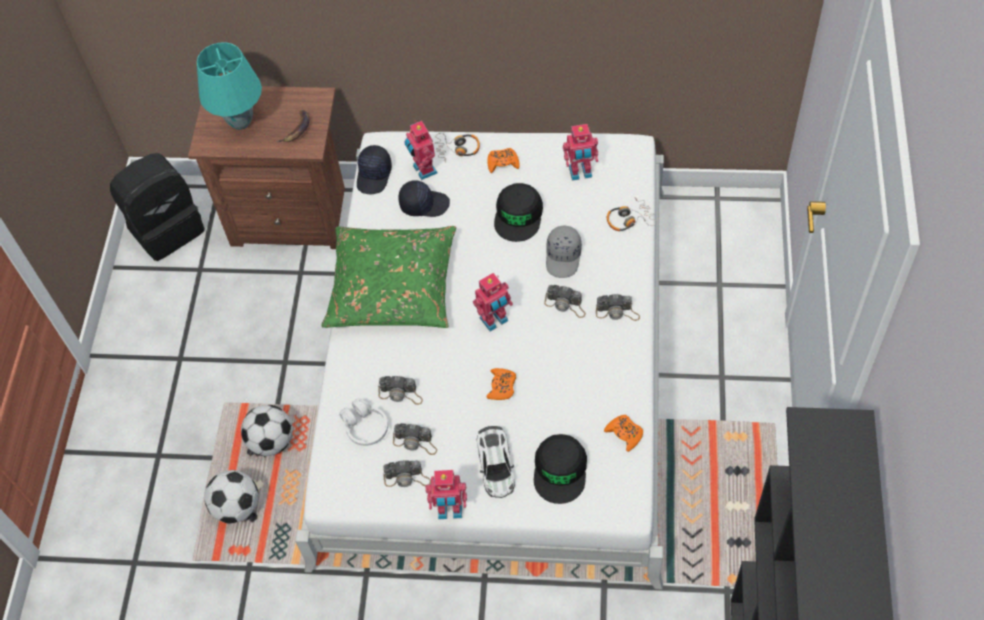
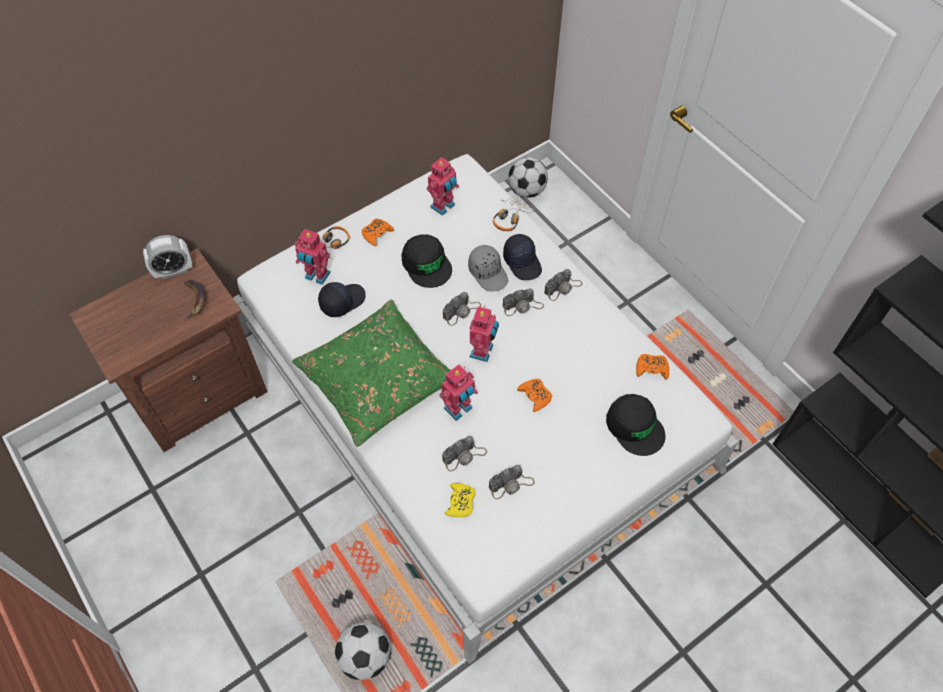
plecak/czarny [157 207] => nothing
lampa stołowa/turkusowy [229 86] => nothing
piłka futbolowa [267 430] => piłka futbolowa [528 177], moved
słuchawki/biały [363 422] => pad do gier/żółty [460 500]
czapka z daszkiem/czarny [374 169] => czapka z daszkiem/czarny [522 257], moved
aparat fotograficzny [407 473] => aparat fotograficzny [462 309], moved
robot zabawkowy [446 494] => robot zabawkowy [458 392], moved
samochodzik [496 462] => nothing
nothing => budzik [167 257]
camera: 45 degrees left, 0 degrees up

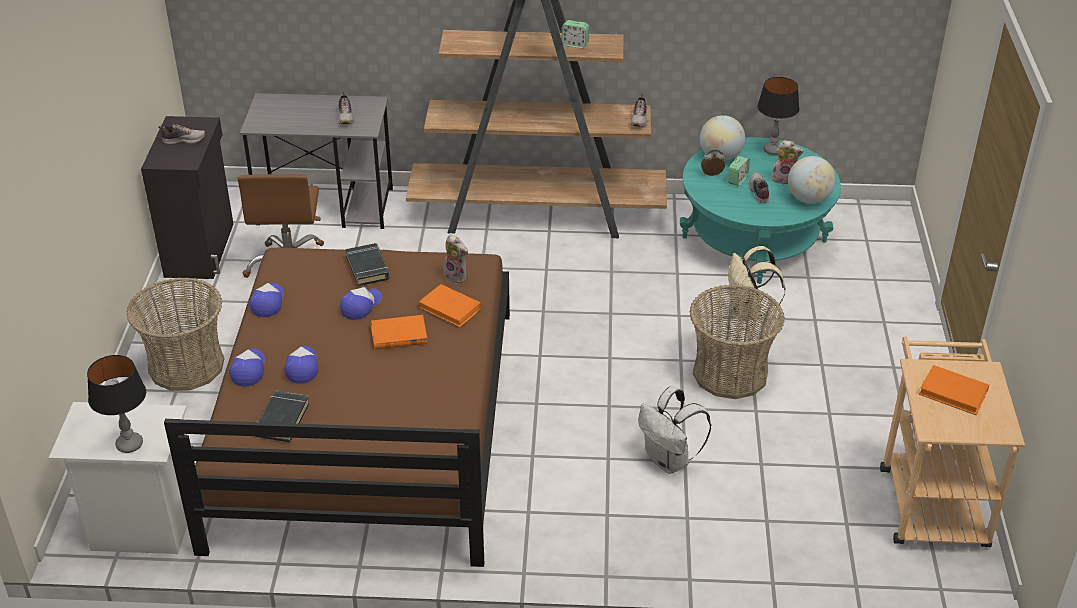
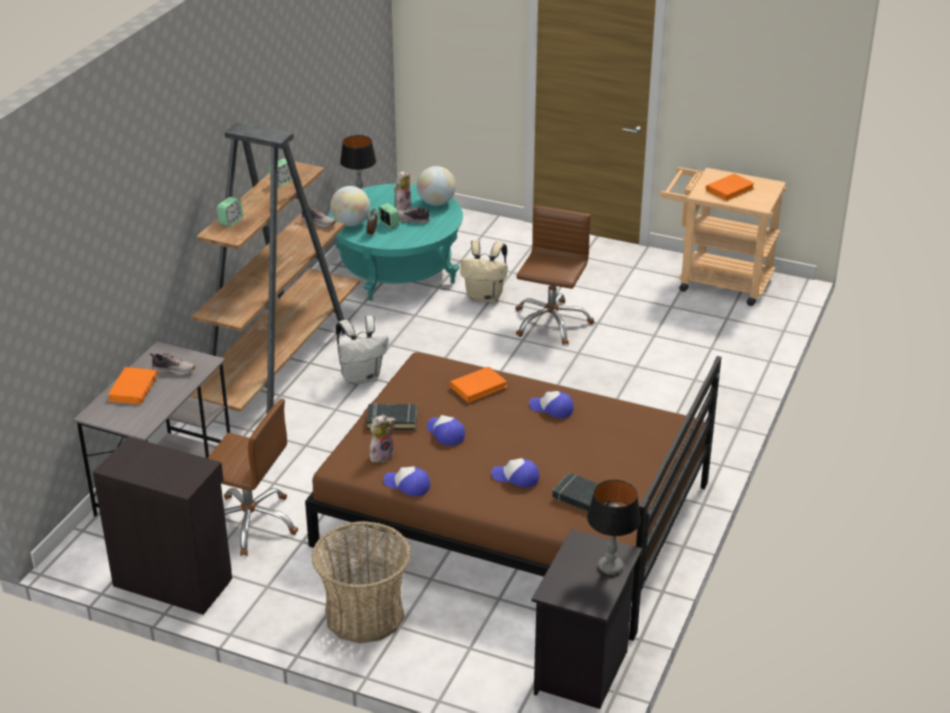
szafka nocna/biały [118 478] => szafka nocna/czarny [587 619]
but [182 134] => nothing
czapka z daszkiem [247 367] => czapka z daszkiem [551 404], moved
książka/pomarańczowy [399 332] => książka/pomarańczowy [133 385], moved
pluszak [456 259] => pluszak [383 439], moved
plecak/biały [675 430] => plecak/biały [362 350], moved
koszyk [737 342] => krzesło biurowe/brązowy [554 275]
nothing => budzik [230 212]
camera: 70 degrees left, 5 degrees down

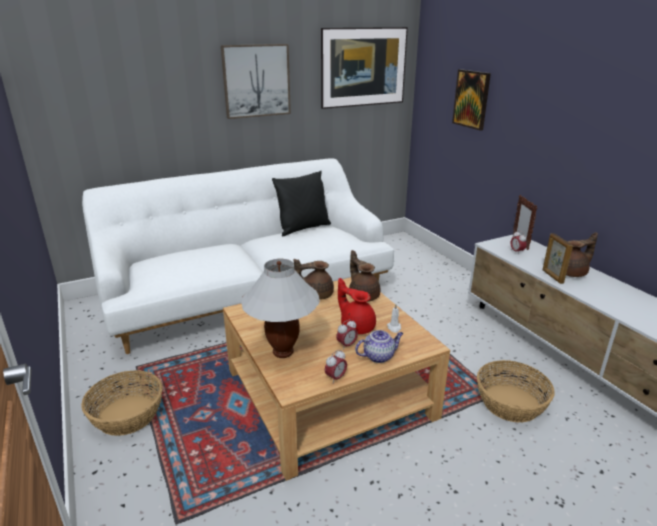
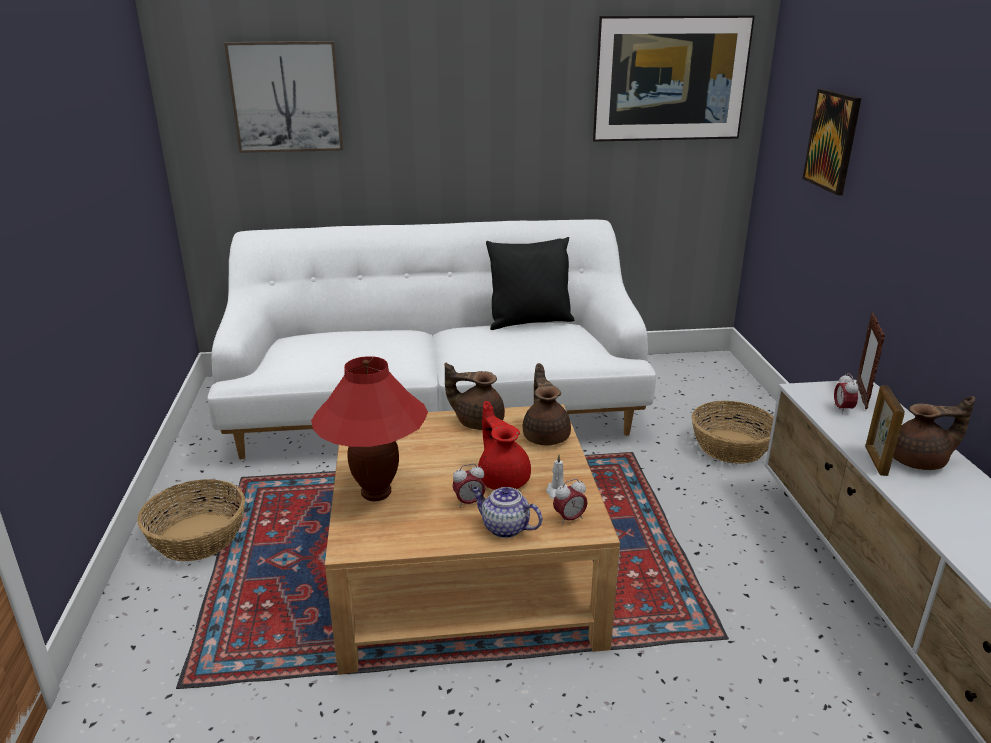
obraz [256 81] => obraz [283 97], moved
lampa stołowa/biały [281 308] => lampa stołowa/czerwony [369 428]
budzik [336 367] => budzik [570 502], moved
imbryk [379 346] => imbryk [506 512], 150 degrees counterclockwise
koszyk [516 391] => koszyk [733 432], moved
camera: 20 degrees right, 0 degrees up

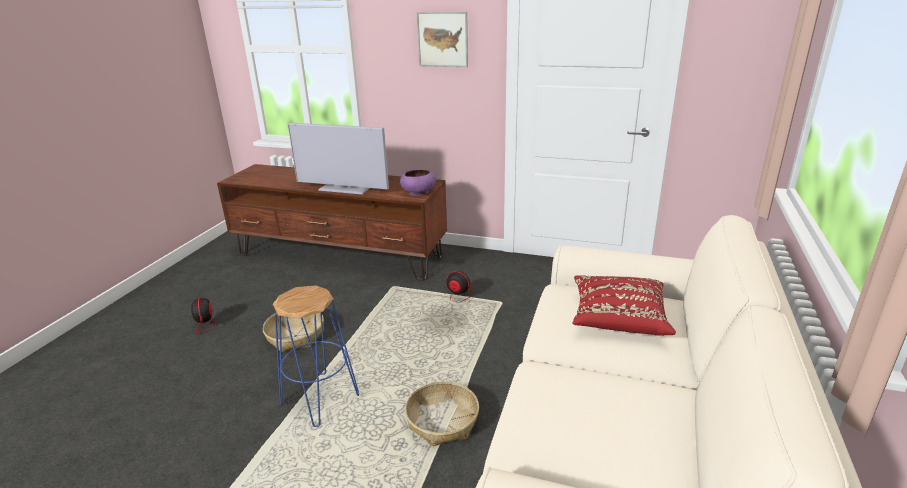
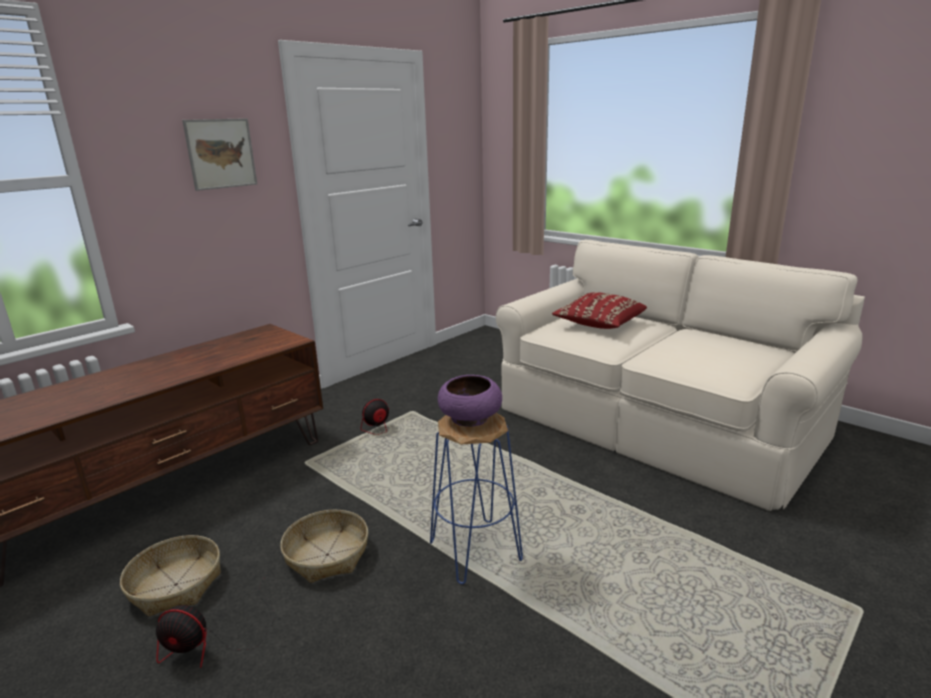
telewizor [338 158] => nothing
miska/fioletowy [418 182] => miska/fioletowy [470 401], moved
koszyk [442 413] => koszyk [170 576], moved
camera: 65 degrees left, 5 degrees down

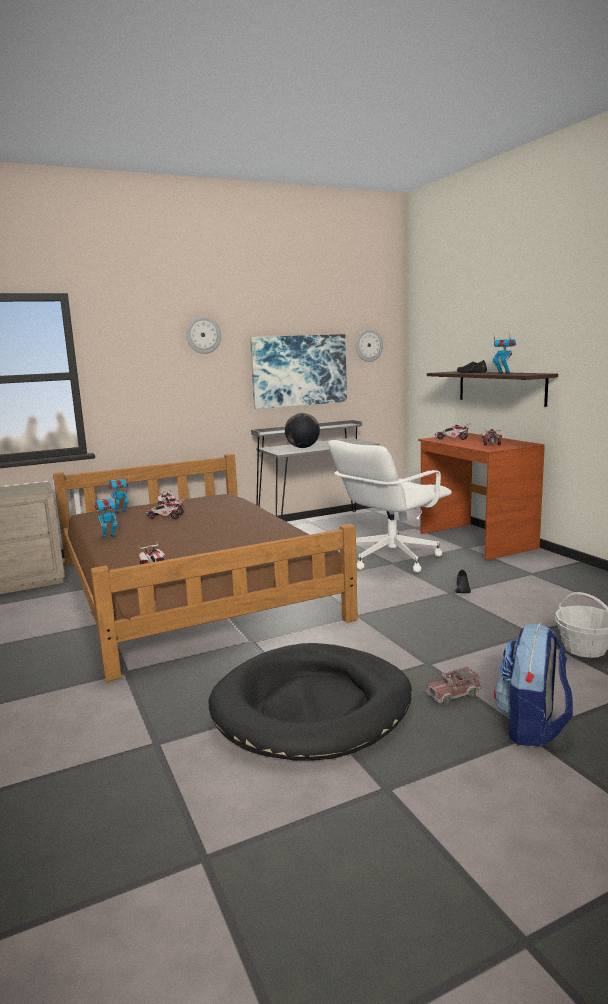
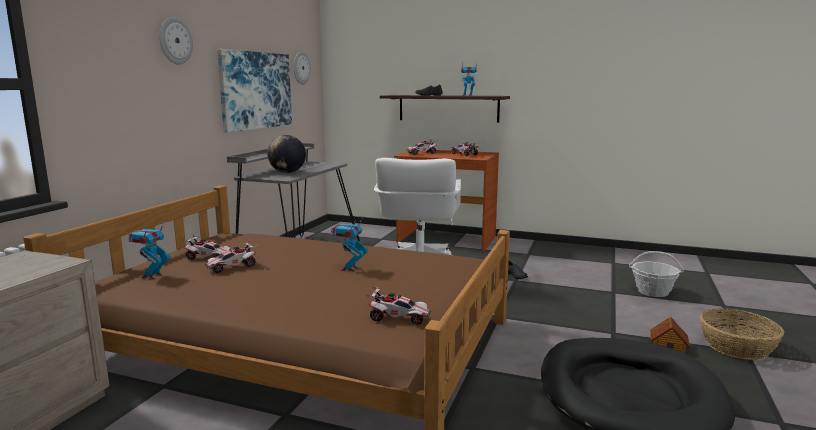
robot zabawkowy [106 517] => robot zabawkowy [349 243], moved
ciężarówka zabawkowa [454 685] => domek [670 335]
plecak [533 685] => koszyk [742 334]
camera: 45 degrees left, 0 degrees up

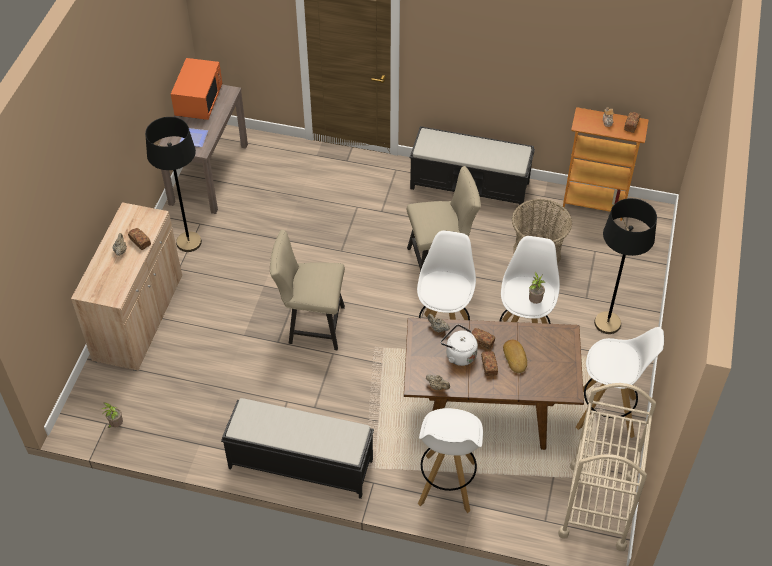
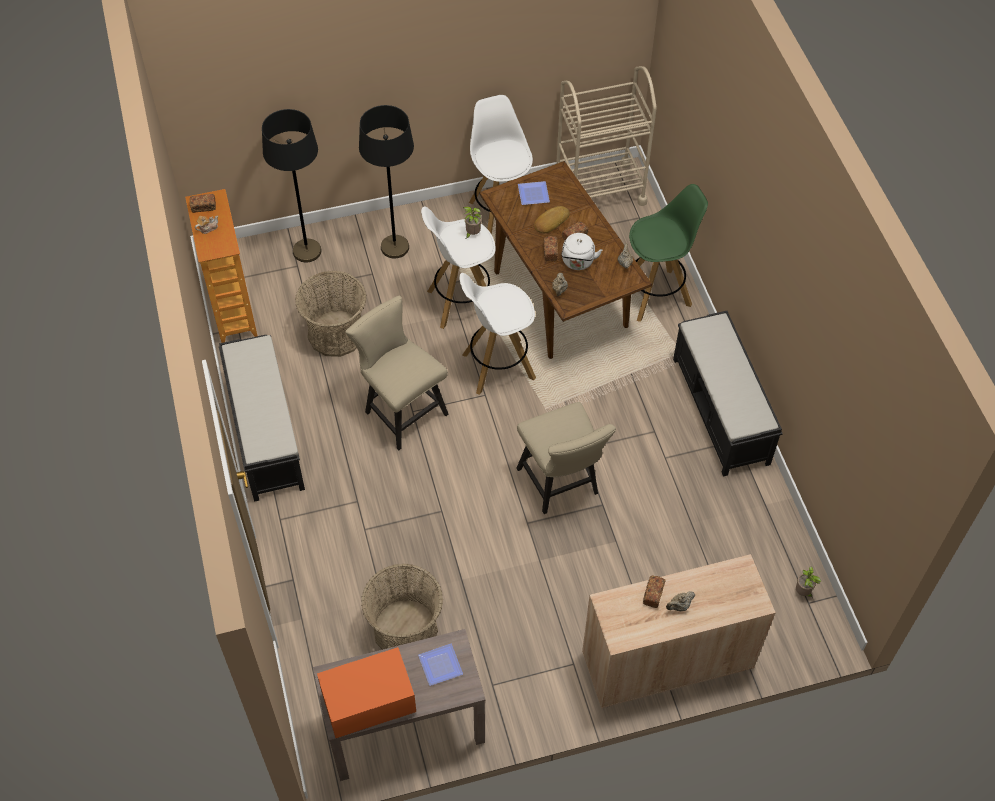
lampa stojąca/czarny [173 184] => lampa stojąca/czarny [292 186], moved
stołek/biały [450 460] => stołek/zielony [668 253]
nothing => koszyk [402 607]
nothing => talerz [534 193]
camera: 120 degrees left, 5 degrees up

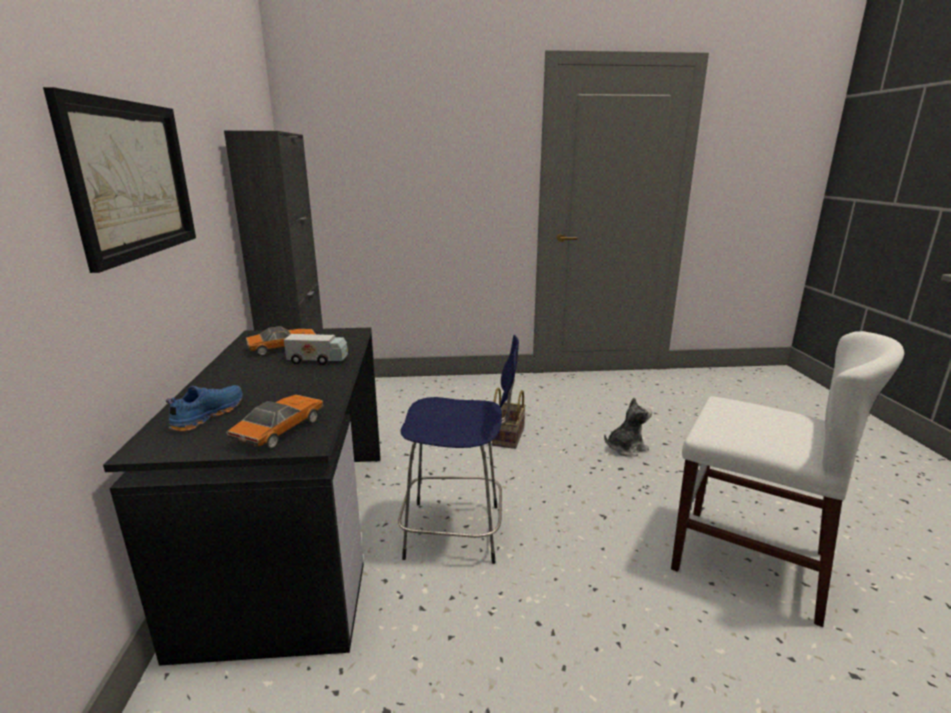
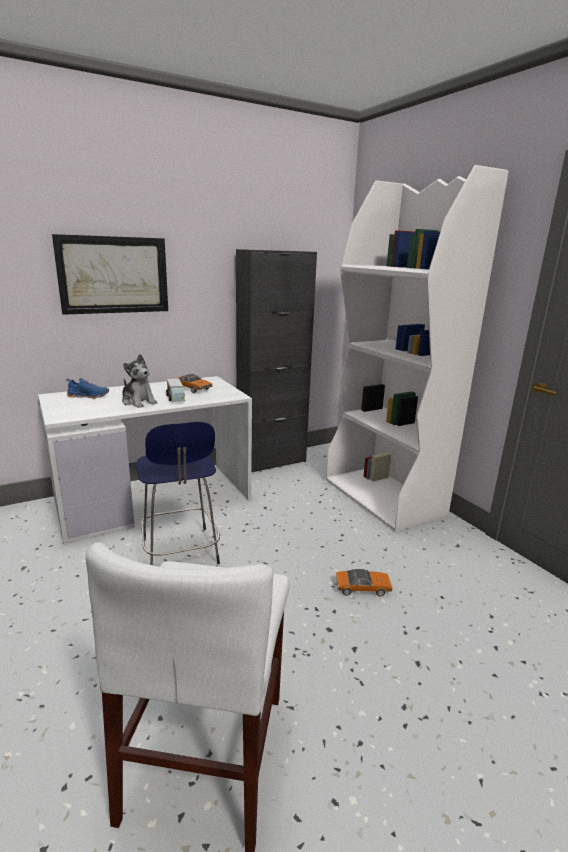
biurko/czarny [242 497] => biurko/biały [145 460]
samochodzik [275 422] => samochodzik [364 582], moved
koszyk [509 418] => nothing
pluszak [628 427] => pluszak [139 381], moved
nothing => regał/biały [417 348]
camera: 65 degrees right, 0 degrees up

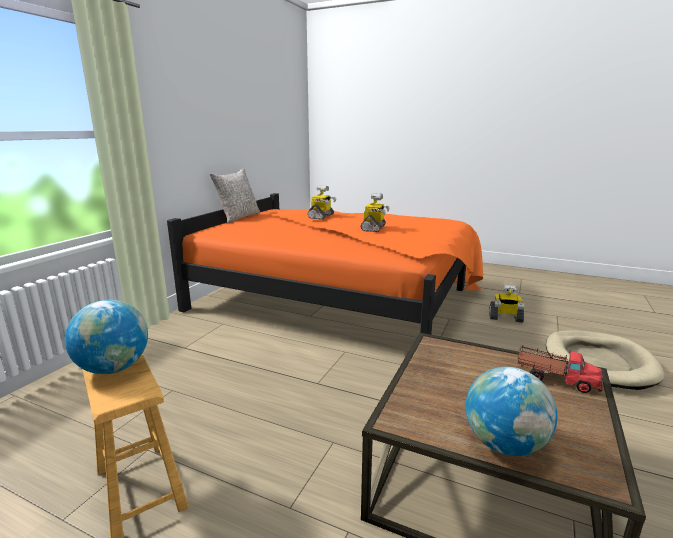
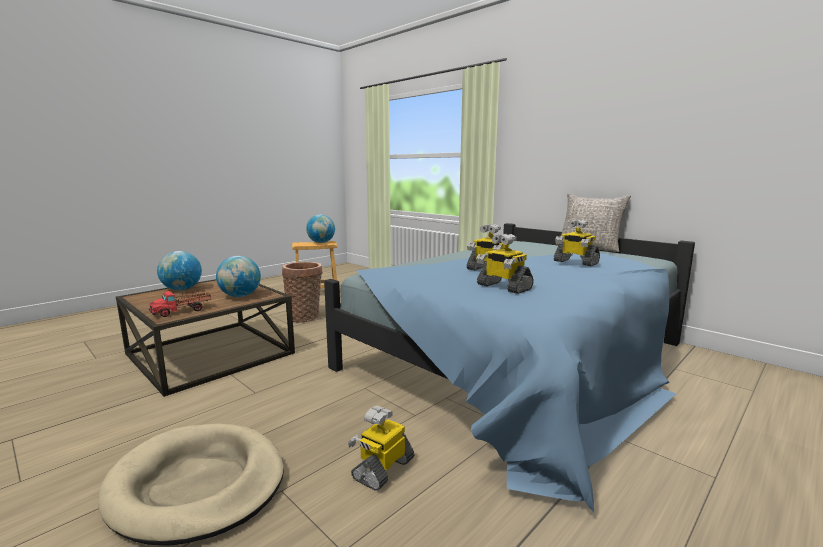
łóżko/pomarańczowy [325 264] => łóżko/niebieski [509 367]
nothing => globus [238 276]
nothing => koszyk [302 292]
nothing => robot zabawkowy [505 264]
camera: 110 degrees right, 5 degrees down

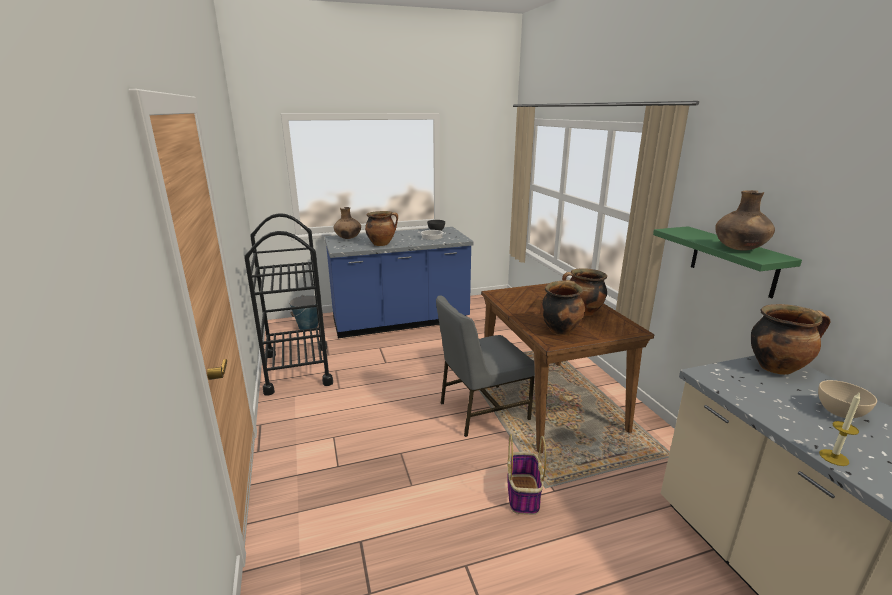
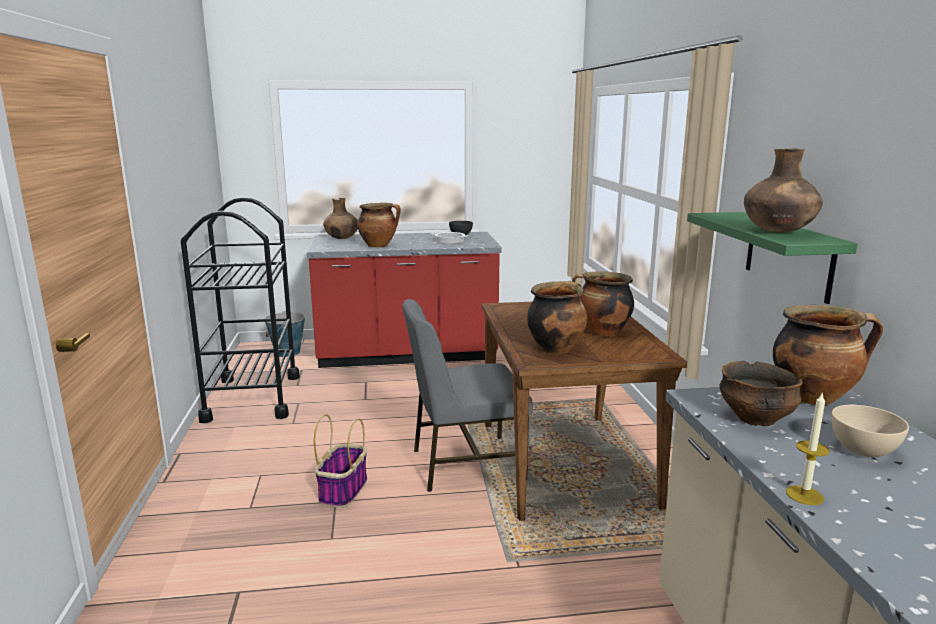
zabudowa kuchenna/niebieski [399 282] => zabudowa kuchenna/czerwony [404 300]
koszyk [526 474] => koszyk [340 461], moved
nothing => miska [761 393]
camera: 10 degrees right, 5 degrees down

